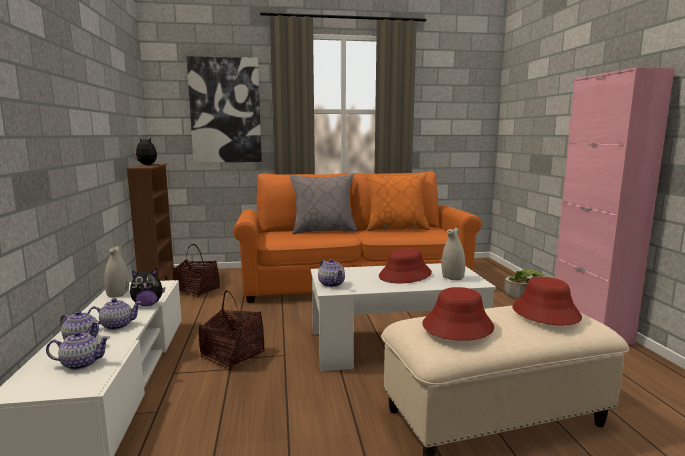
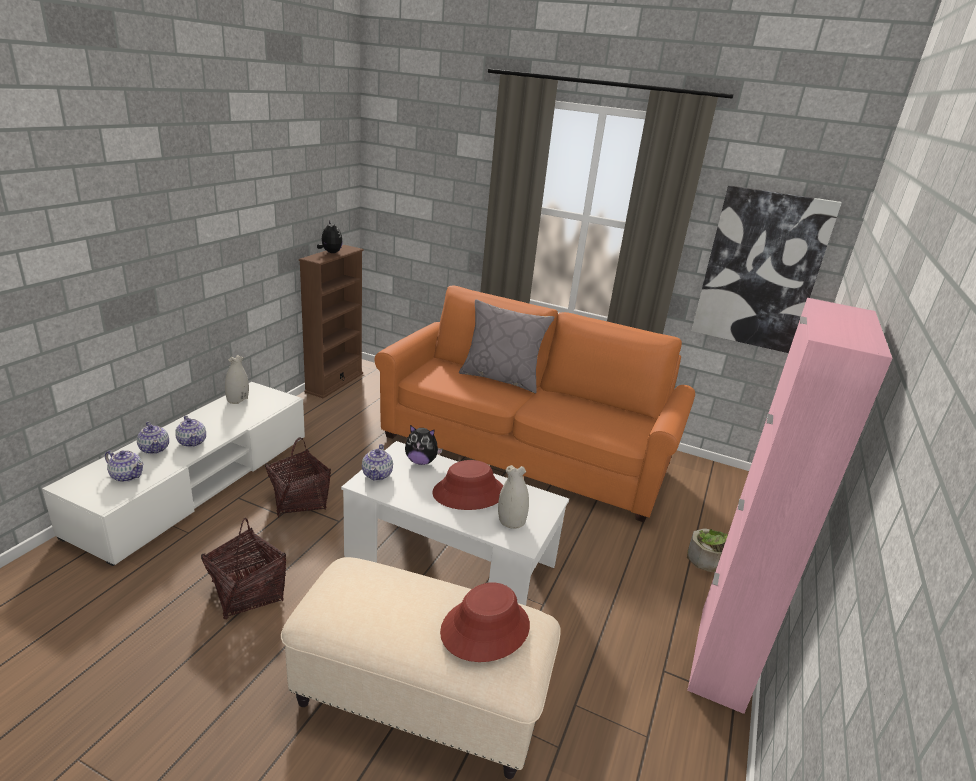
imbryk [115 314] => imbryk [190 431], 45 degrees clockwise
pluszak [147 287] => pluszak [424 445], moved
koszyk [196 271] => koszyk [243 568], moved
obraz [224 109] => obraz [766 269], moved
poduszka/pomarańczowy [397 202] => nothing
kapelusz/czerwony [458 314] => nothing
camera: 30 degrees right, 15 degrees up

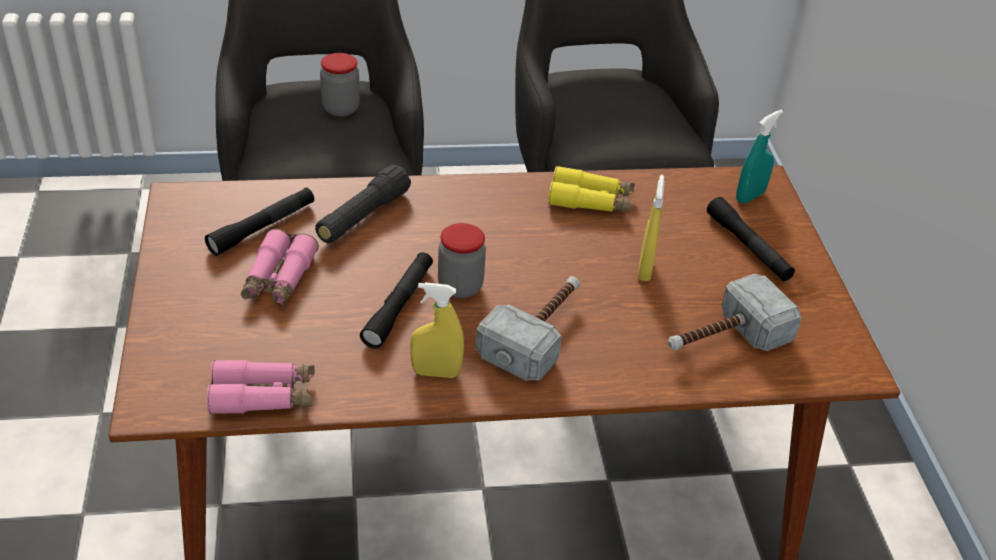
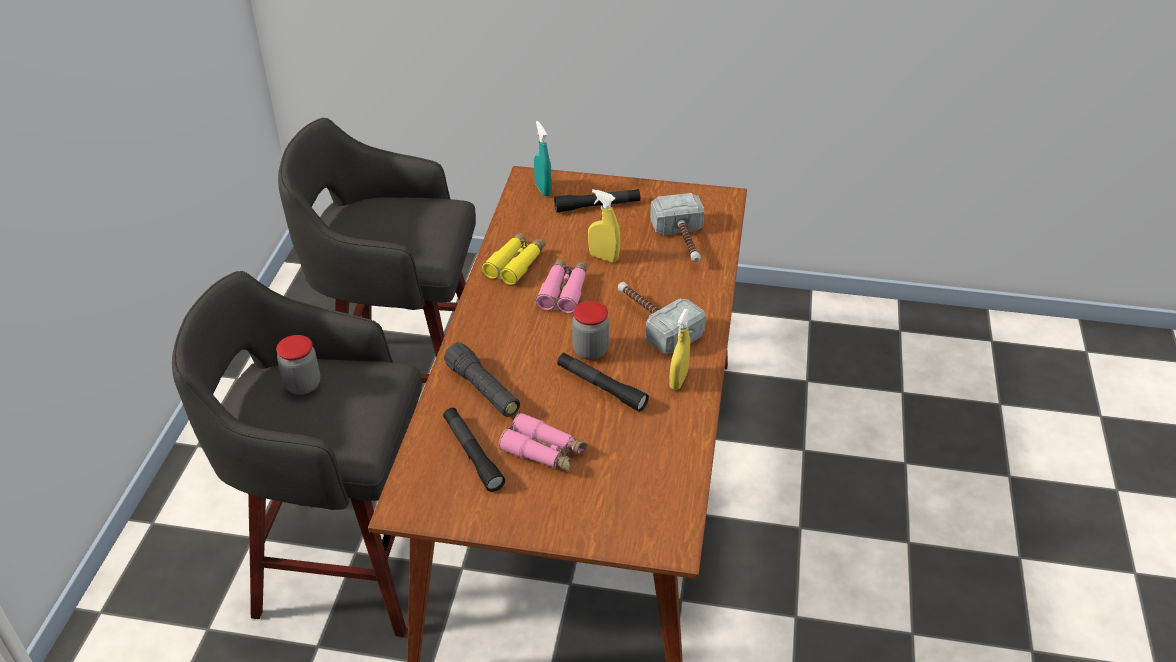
lornetka/różowy [261 387] => lornetka/różowy [561 285], moved
camera: 70 degrees left, 0 degrees up

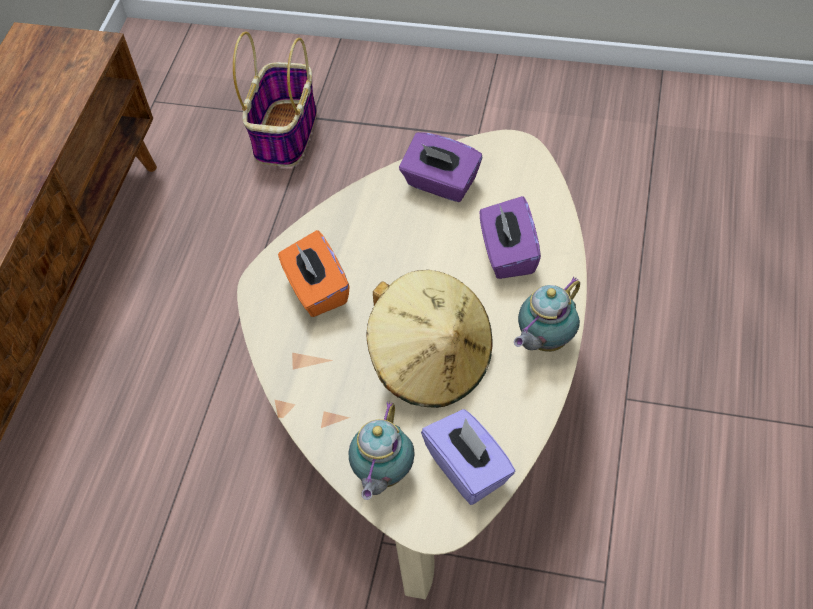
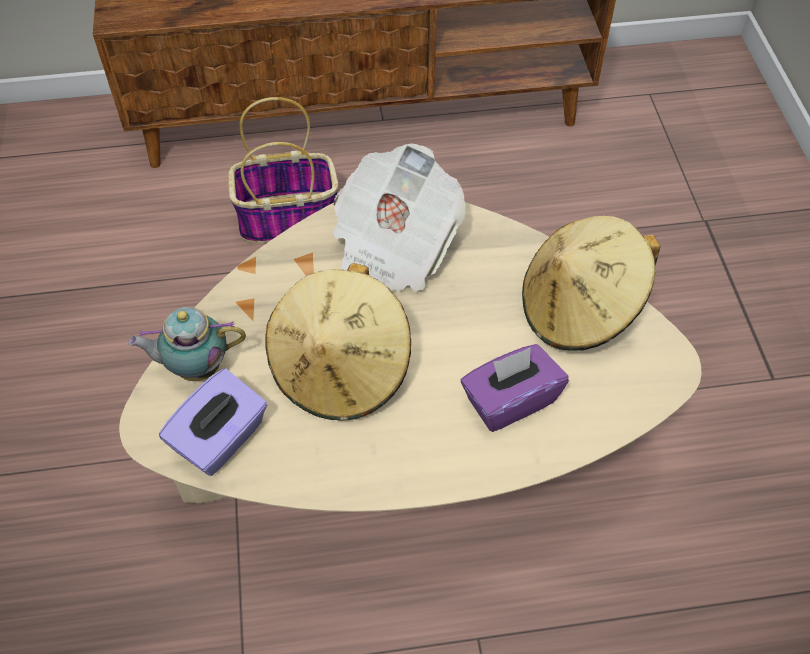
koszyk [275 99] => koszyk [283 170], moved
pudełko chusteczek/pomarańczowy [314 273] => gazeta [399 217]
pudełko chusteczek/fioletowy [440 167] => kapelusz/beżowy [591 283]
imbryk [547 314] => nothing
camera: 65 degrees right, 0 degrees up

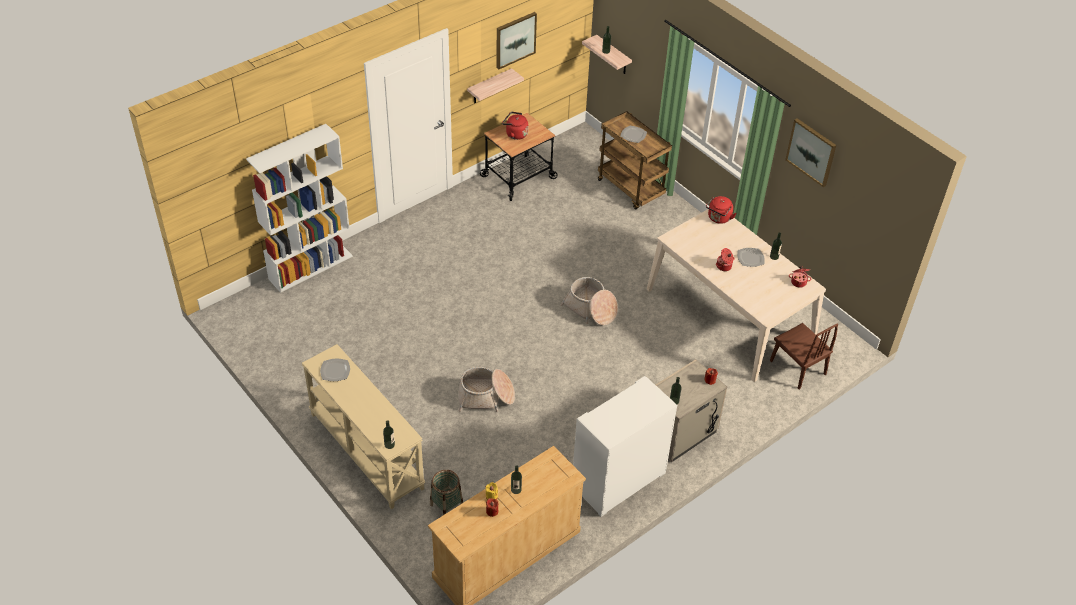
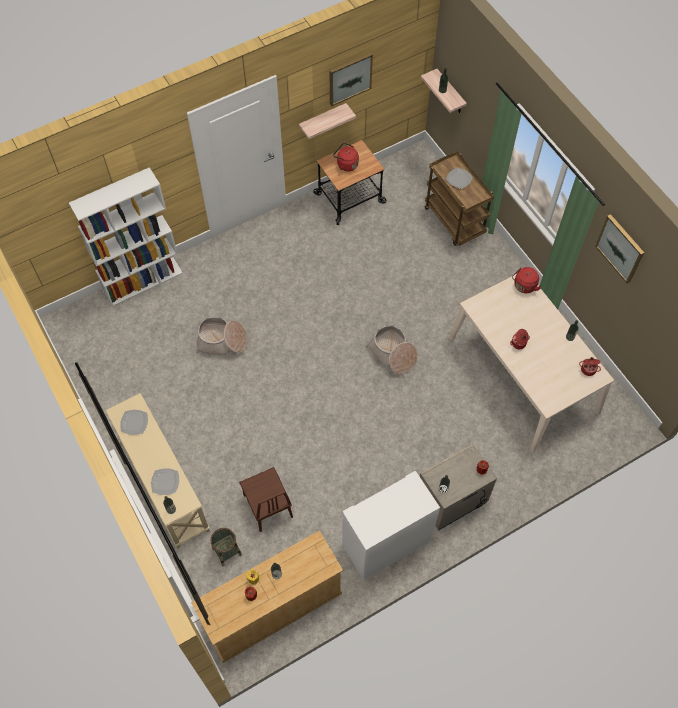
koszyk [486 389] => koszyk [221 337], moved
talerz [751 257] => talerz [165 481], moved
krzesło/brązowy [804 356] => krzesło/brązowy [266 499], moved
camera: 10 degrees right, 15 degrees up

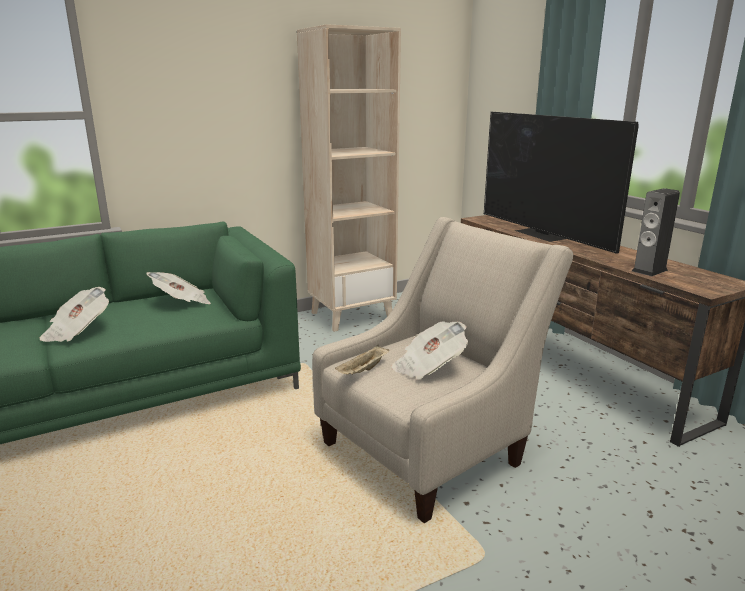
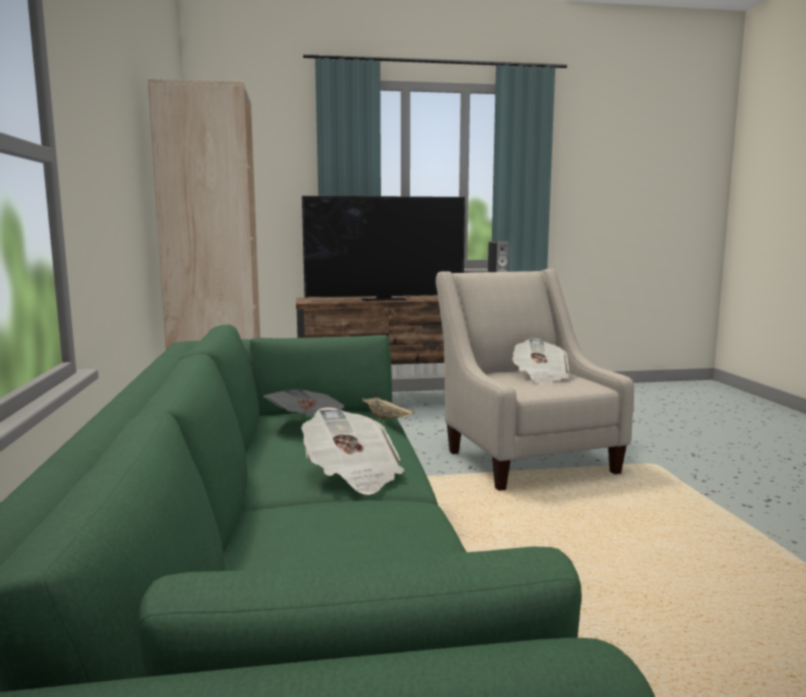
taca/beżowy [362 360] => taca/beżowy [388 408], moved
camera: 70 degrees left, 10 degrees down

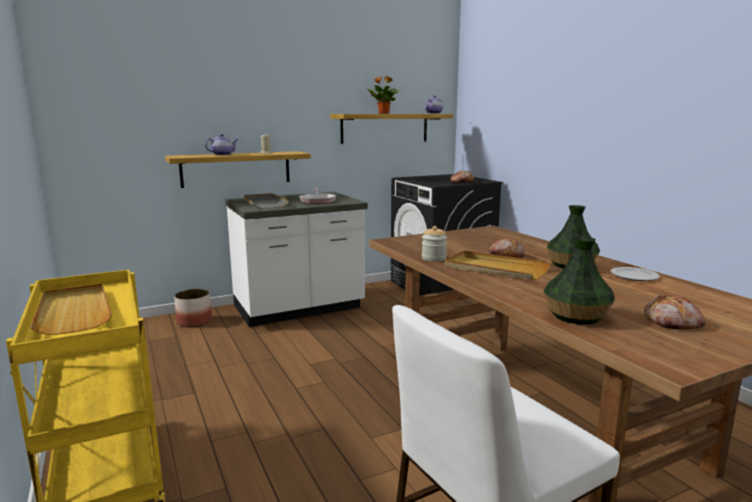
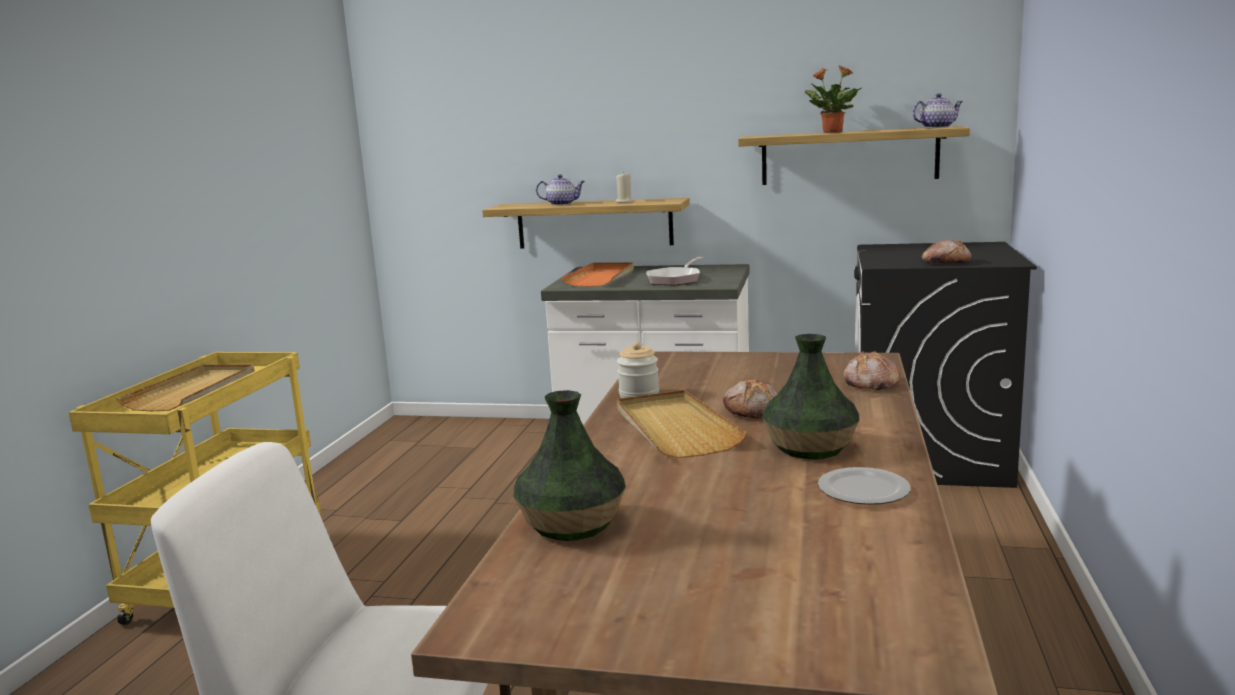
donica [193 308] => nothing
taca/szary [266 200] => taca/pomarańczowy [597 274]
chleb [674 312] => chleb [872 370], moved
camera: 40 degrees right, 0 degrees up

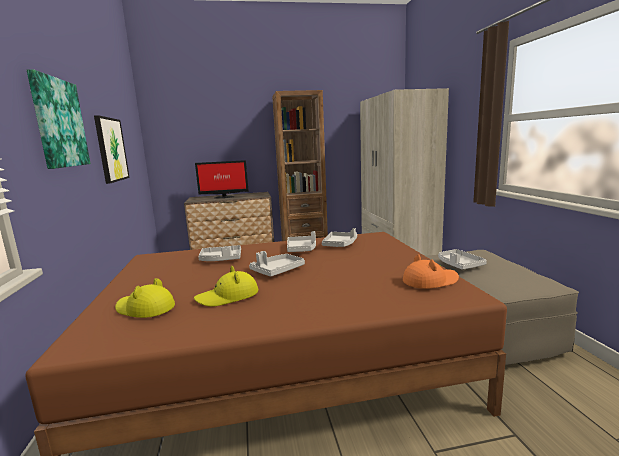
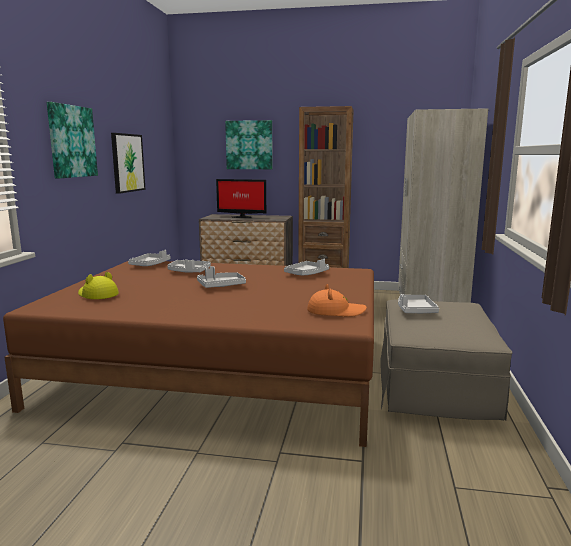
kapelusz/żółty [226 286] => nothing
taca/szary [301 241] => taca/szary [149 258], moved
nothing => obraz [249 144]
camera: 20 degrees right, 0 degrees up

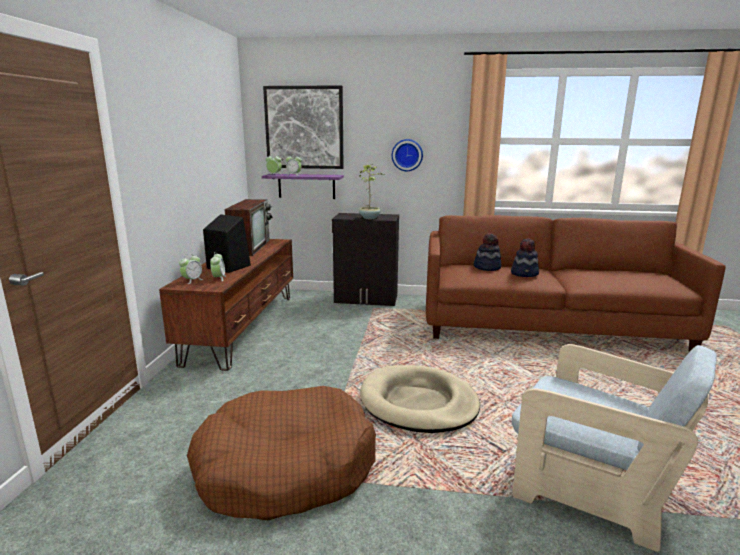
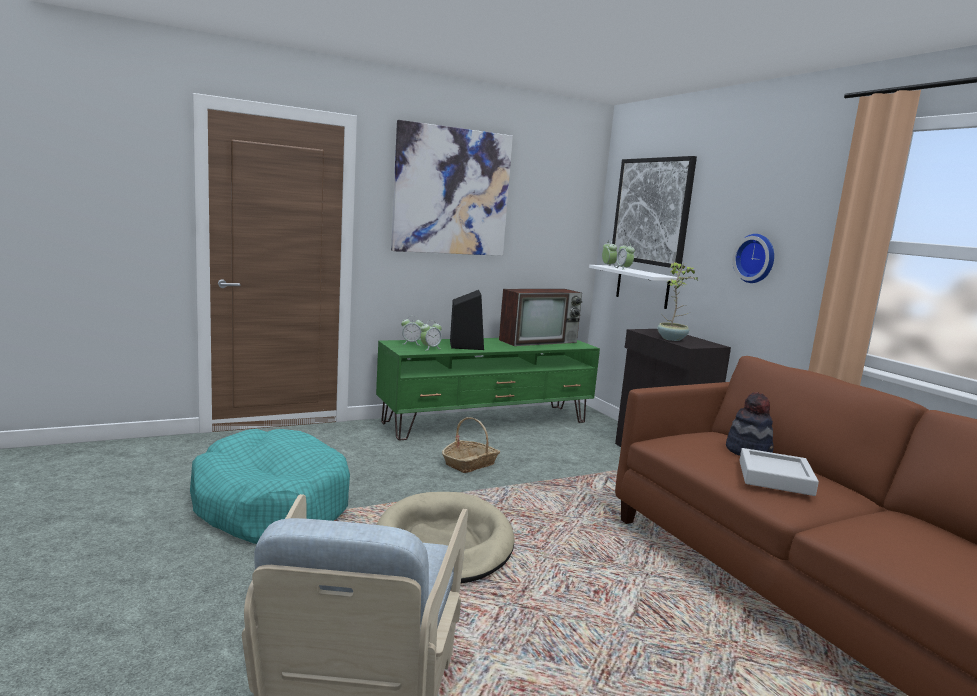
szafka pod telewizor/brązowy [226 305] => szafka pod telewizor/zielony [488 389]
legowisko/brązowy [281 453] => legowisko/turkusowy [270 486]
półka/fioletowy [303 186] => półka/biały [634 287]
kapelusz [525 257] => taca/szary [779 472]
nothing => obraz [452 188]
nothing => koszyk [471 445]
camera: 55 degrees right, 5 degrees down

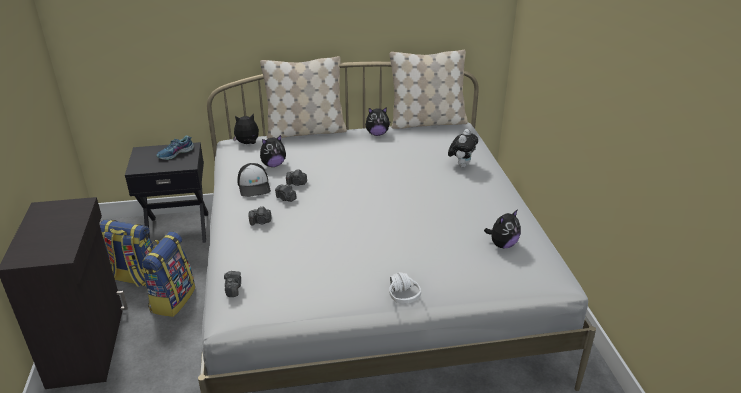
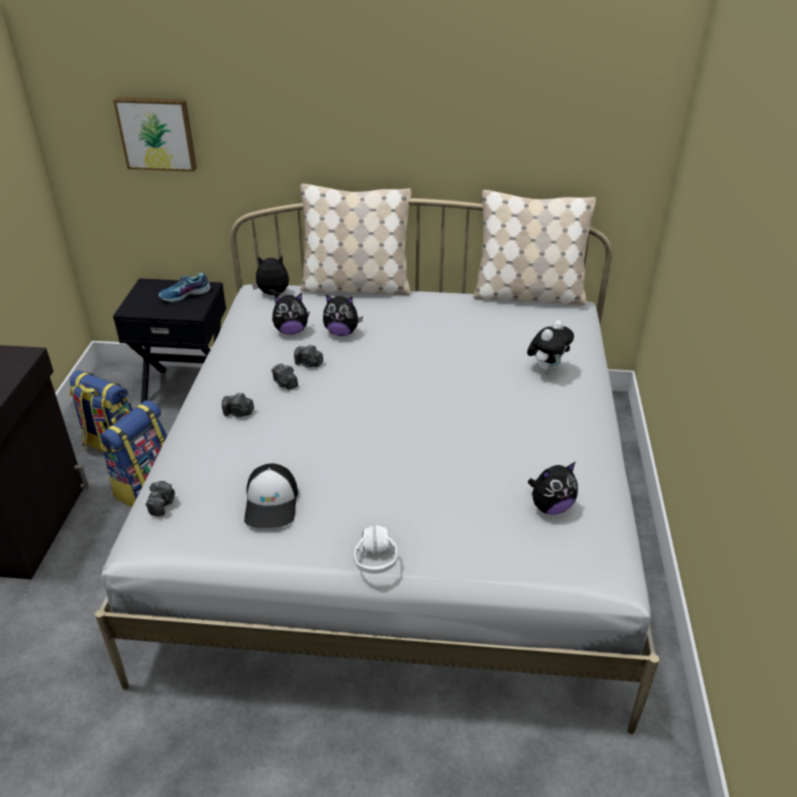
czapka z daszkiem [254 180] => czapka z daszkiem [271 496], moved
pluszak [378 121] => pluszak [343 315], moved
nothing => obraz [155 134]
camera: 15 degrees right, 5 degrees up

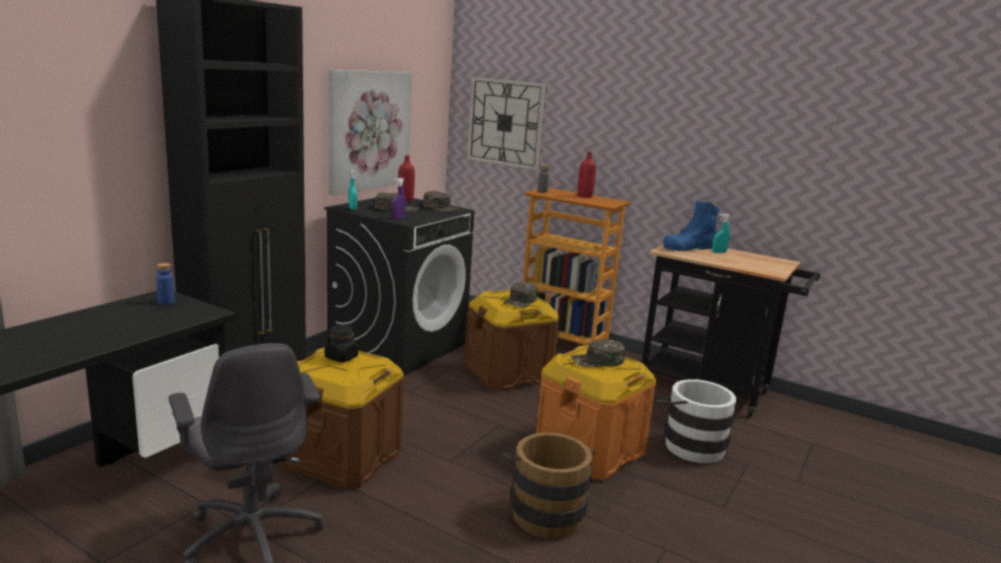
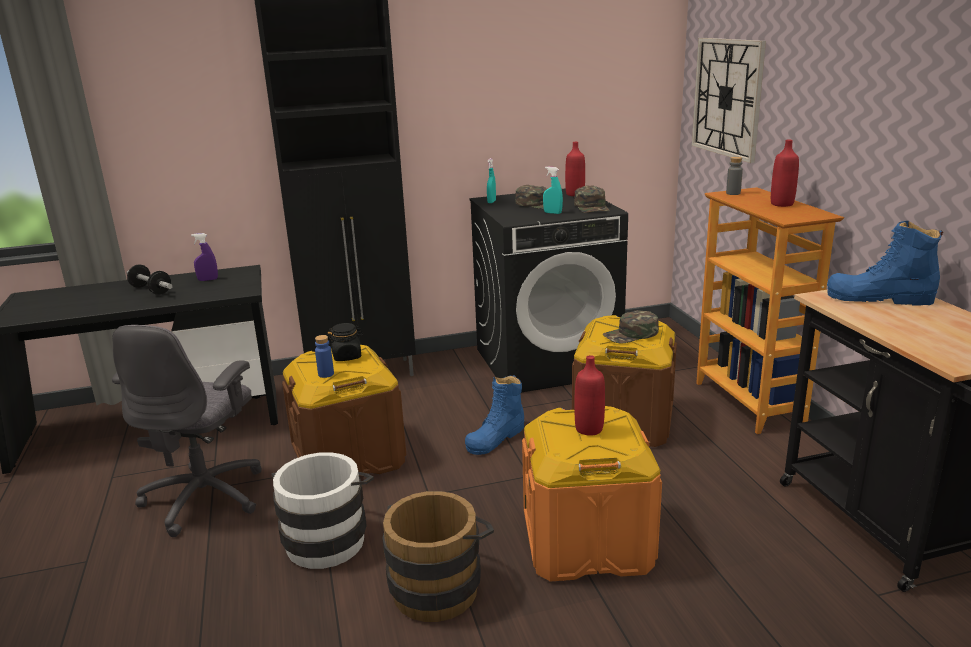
butelka/niebieski [165 284] => butelka/niebieski [324 356], moved
obraz [370 132] => nothing
spryskiwacz/fioletowy [399 198] => spryskiwacz/fioletowy [204 257], moved
czapka z daszkiem/zielony [597 353] => butelka/czerwony [589 395]
wiadro/biały [696 421] => wiadro/biały [322 510], moved
spryskiwacz/turkusowy [721 233] => spryskiwacz/turkusowy [553 190], moved
nothing => hantel [150 279]
nothing => but z cholewką/niebieski [494 415]
camera: 45 degrees right, 5 degrees up

